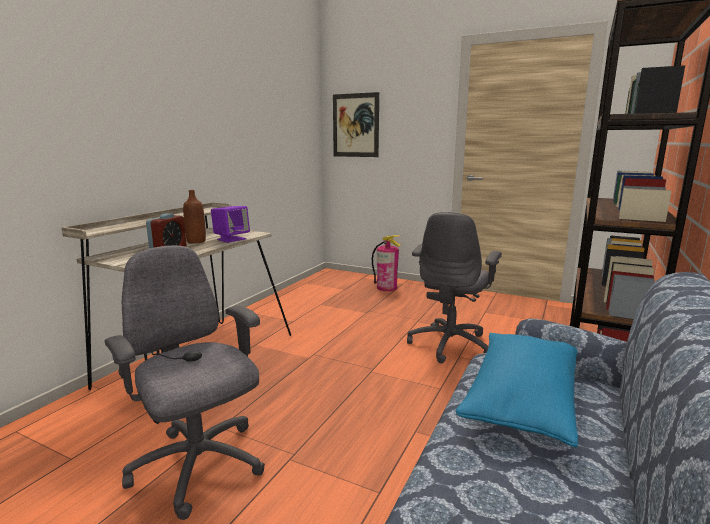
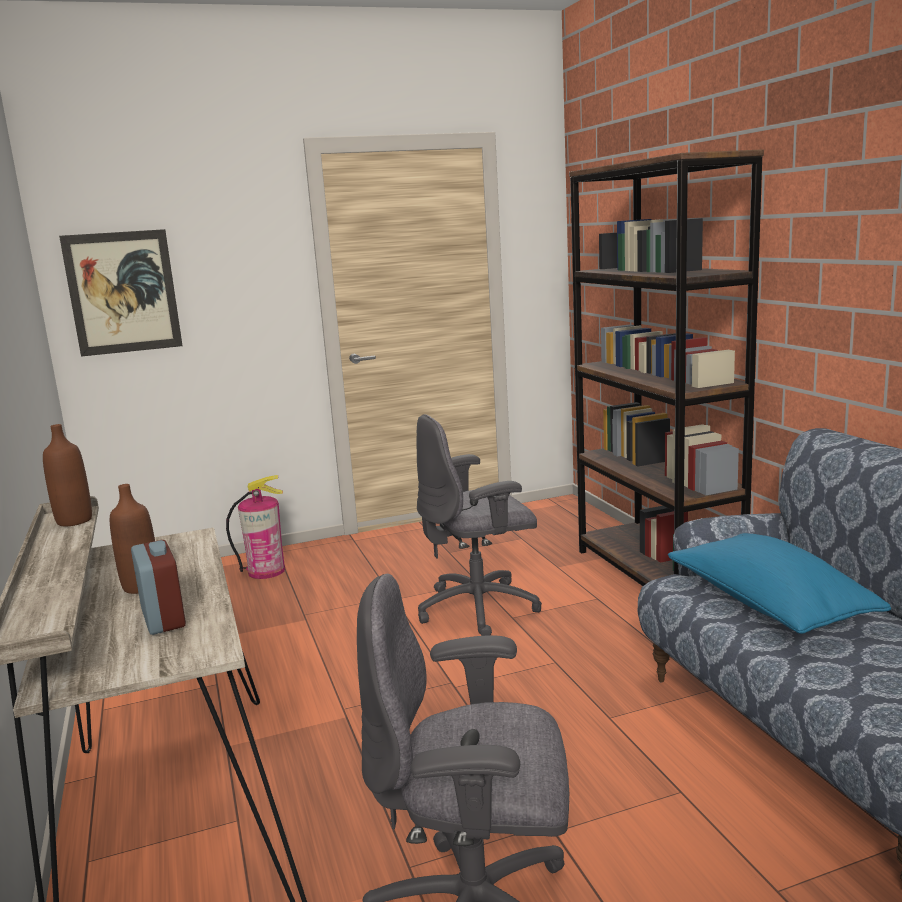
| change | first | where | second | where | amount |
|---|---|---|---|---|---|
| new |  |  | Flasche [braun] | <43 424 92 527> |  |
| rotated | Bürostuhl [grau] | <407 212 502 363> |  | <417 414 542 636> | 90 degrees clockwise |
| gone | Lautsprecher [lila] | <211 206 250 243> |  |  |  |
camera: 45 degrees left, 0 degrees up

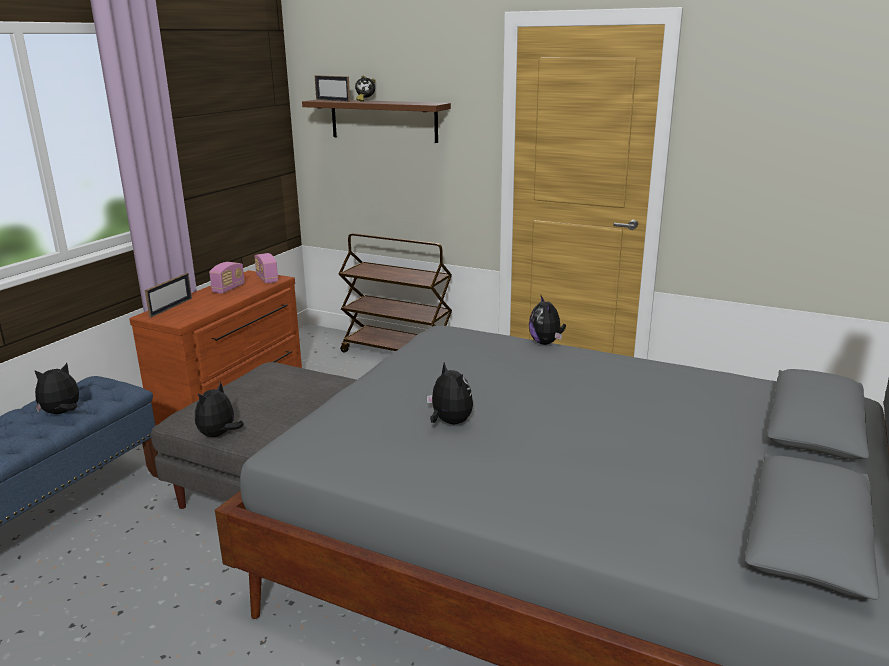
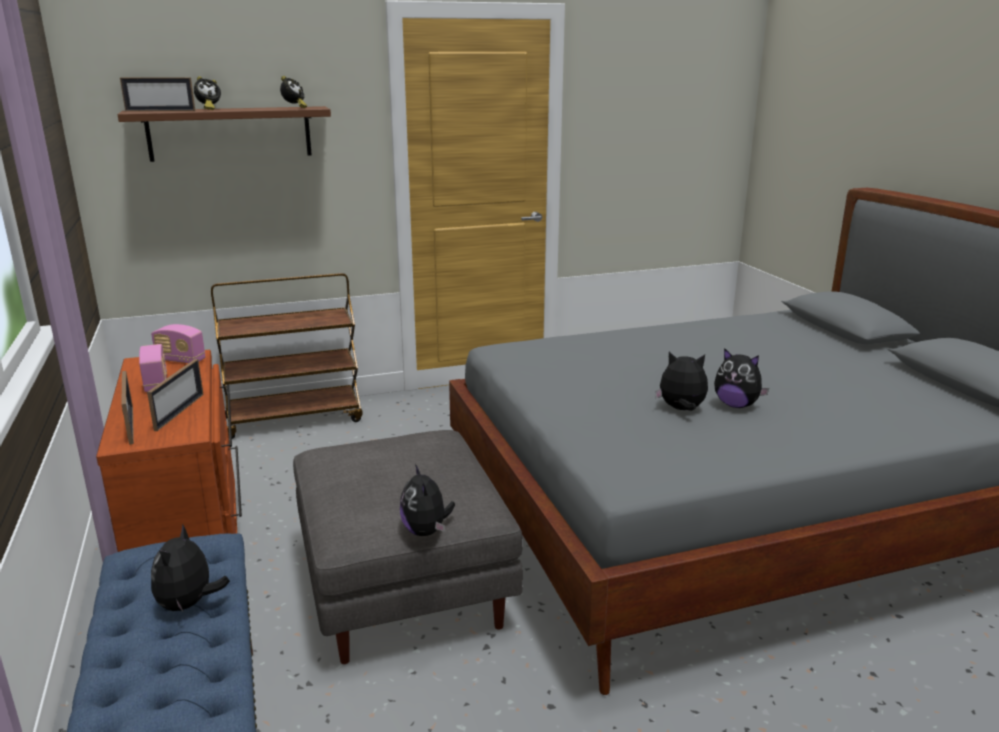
| change | first | where | second | where | amount |
|---|---|---|---|---|---|
| new |  |  | Bilderrahmen | <147 359 204 431> |  |
| new |  |  | Wecker | <280 76 307 108> |  |
| shifted | Plüschtier | <529 294 566 345> |  | <714 348 769 408> |  |
camera: 45 degrees left, 0 degrees up

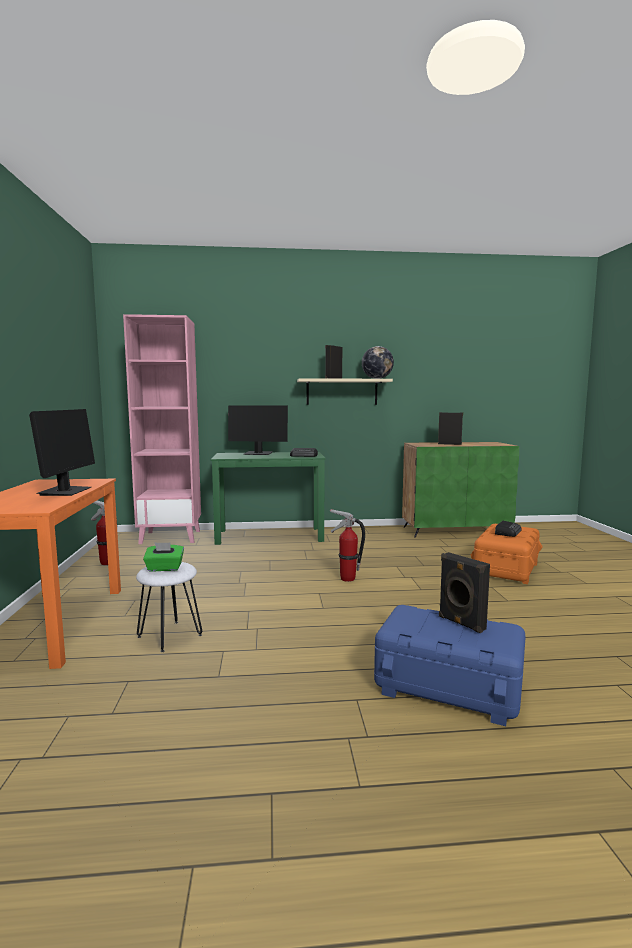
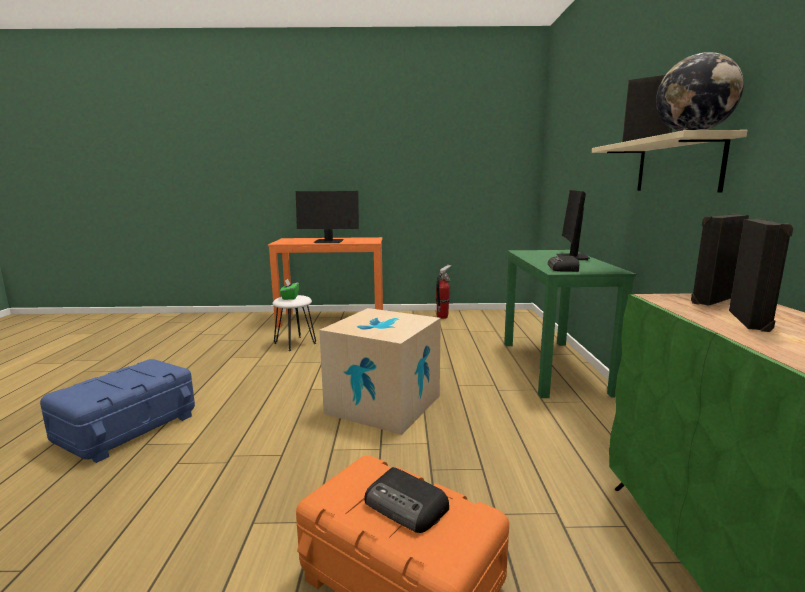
| change | first | where | second | where | amount |
|---|---|---|---|---|---|
| swapped | Feuerlöscher | <330 509 365 582> | Karton | <319 308 441 435> |  |
| shifted | Lautsprecher [schwarz] | <439 552 490 633> |  | <691 214 749 306> |  |
| gone | Bücherregal [rosa] | <123 314 201 544> |  |  |  |
camera: 95 degrees right, 5 degrees up

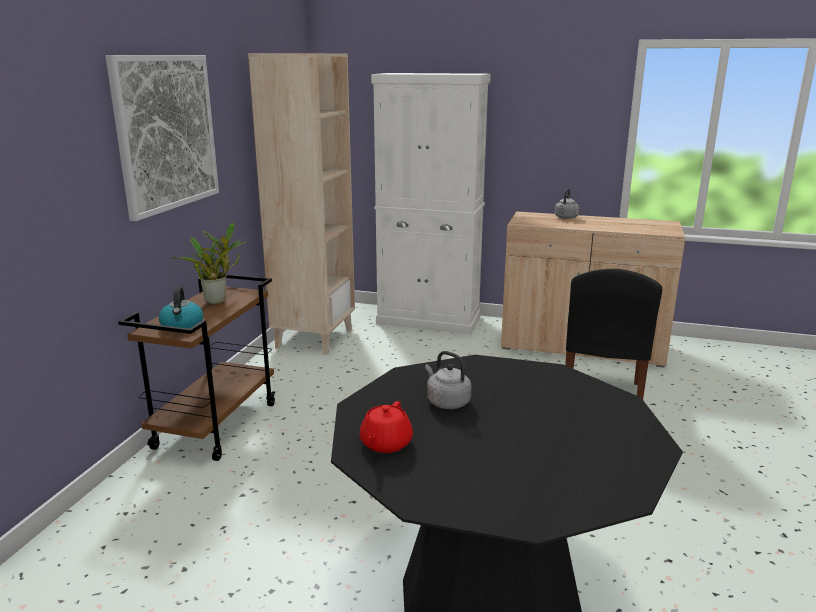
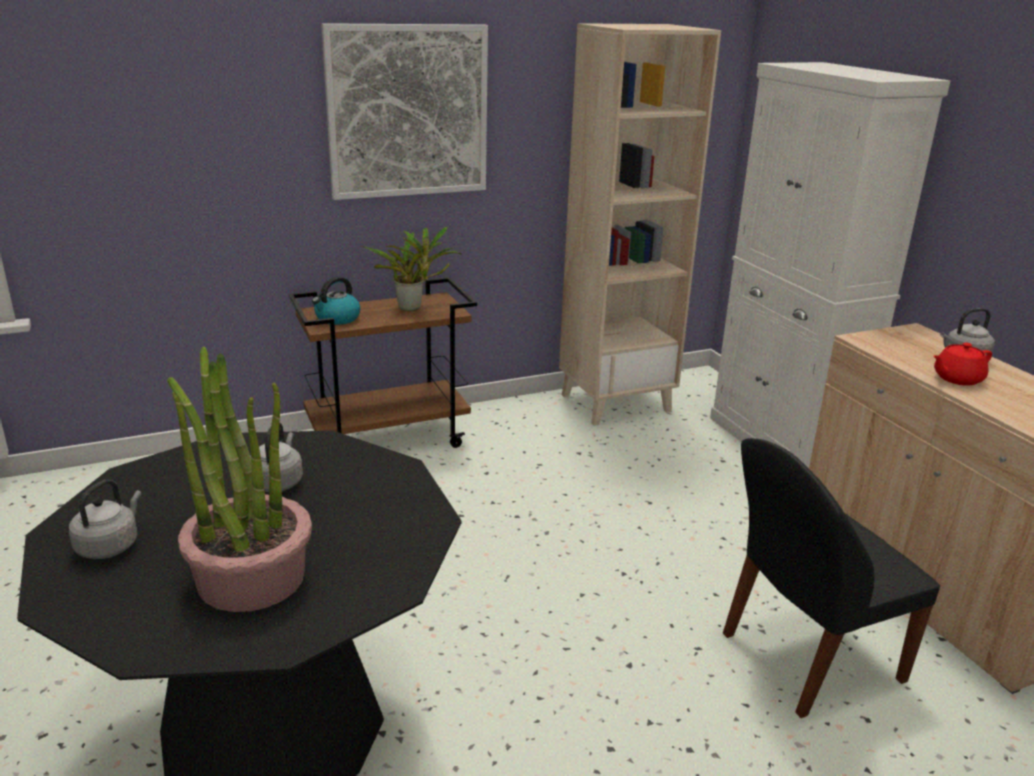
| change | first | where | second | where | amount |
|---|---|---|---|---|---|
| new |  |  | Wasserkessel [grau] | <69 479 141 559> |  |
| new |  |  | Topfpflanze | <167 346 312 612> |  |
| shifted | Teekanne [rot] | <360 401 413 453> |  | <933 343 992 386> |  |
camera: 50 degrees right, 5 degrees up

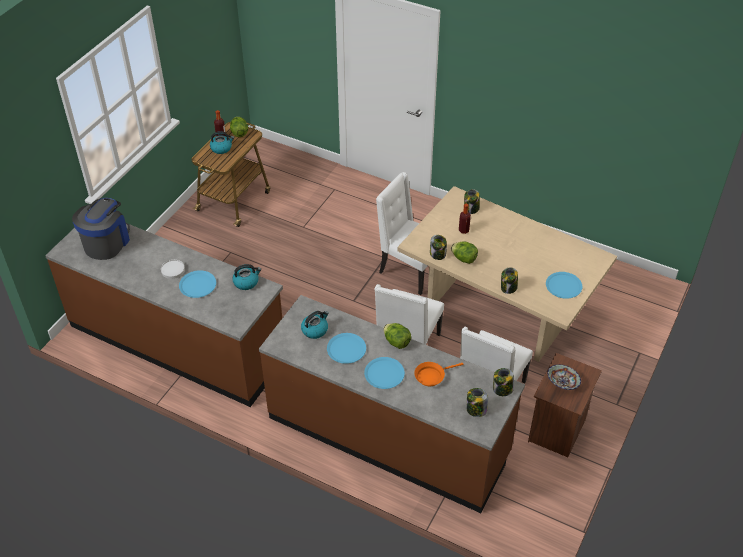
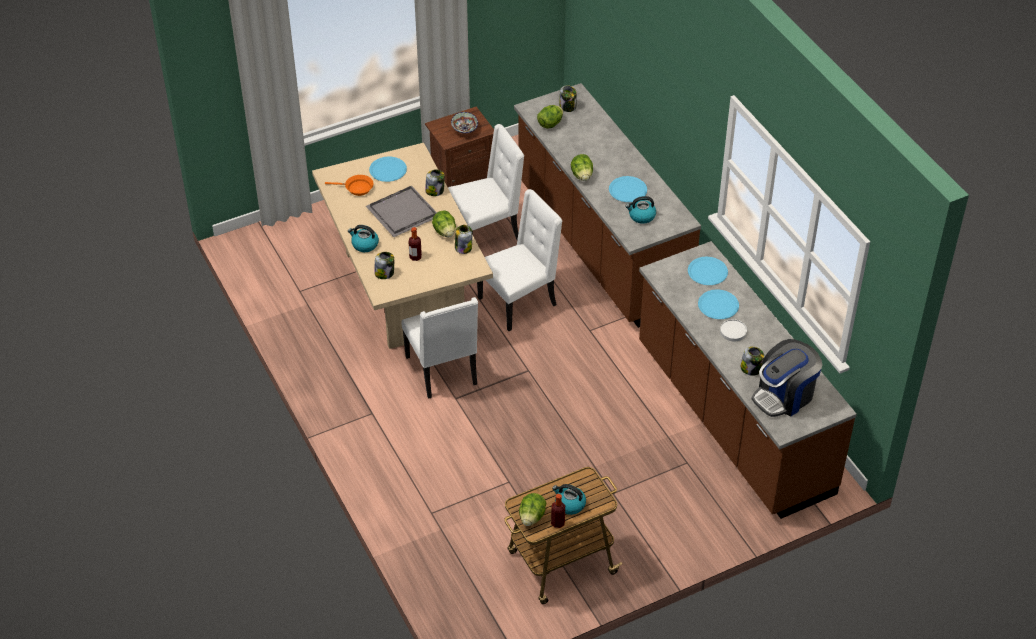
| change | first | where | second | where | amount |
|---|---|---|---|---|---|
| shifted | Pfanne [orange] | <414 362 463 386> |  | <325 175 373 196> |  |
| shifted | Wasserkessel | <232 264 261 290> |  | <348 225 379 252> |  |
| new |  |  | Tablett [grau] | <366 186 437 237> |  |
| new |  |  | Salatkopf | <537 105 563 129> |  |
| shifted | Teller [blau] | <364 357 405 389> |  | <688 257 728 285> |  |
| shifted | Vorratsglas | <493 368 514 396> |  | <740 347 764 376> |  |
camera: 145 degrees left, 0 degrees up

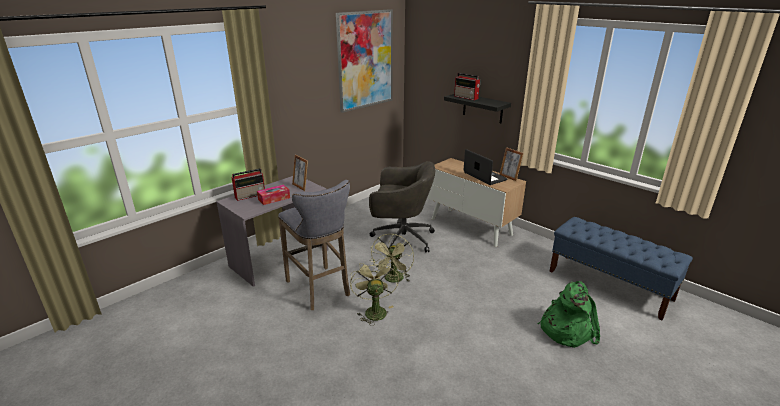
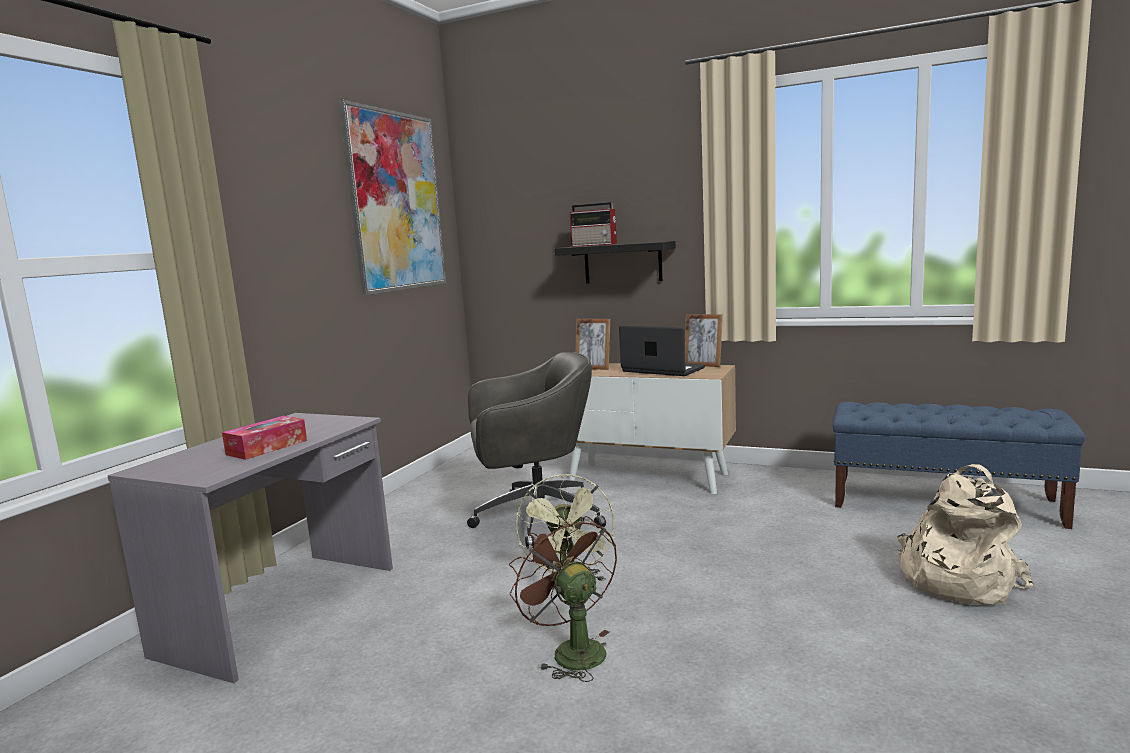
| change | first | where | second | where | amount |
|---|---|---|---|---|---|
| repainted | Ventilator [grün] | <350 259 399 326> | Ventilator [braun] | <509 515 617 682> |  |
| shifted | Bilderrahmen | <292 155 308 191> |  | <575 319 610 370> |  |
| repainted | Rucksack [grün] | <538 281 600 348> | Rucksack [beige] | <897 464 1033 605> |  |
| gone | Radio | <232 168 265 201> |  |  |  |
| gone | Hocker [grau] | <278 180 350 310> |  |  |  |
camera: 20 degrees left, 15 degrees down

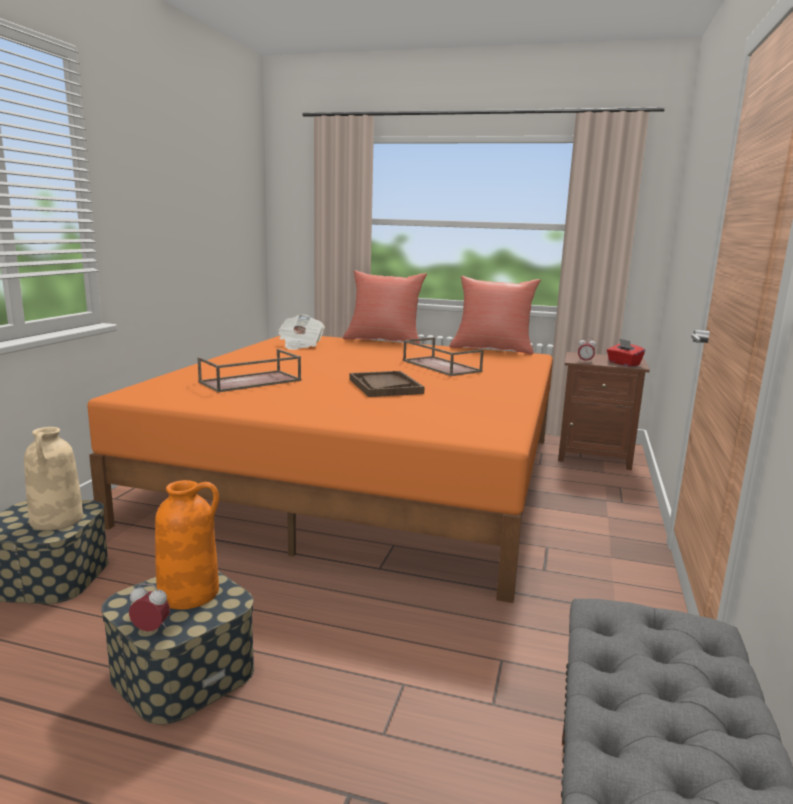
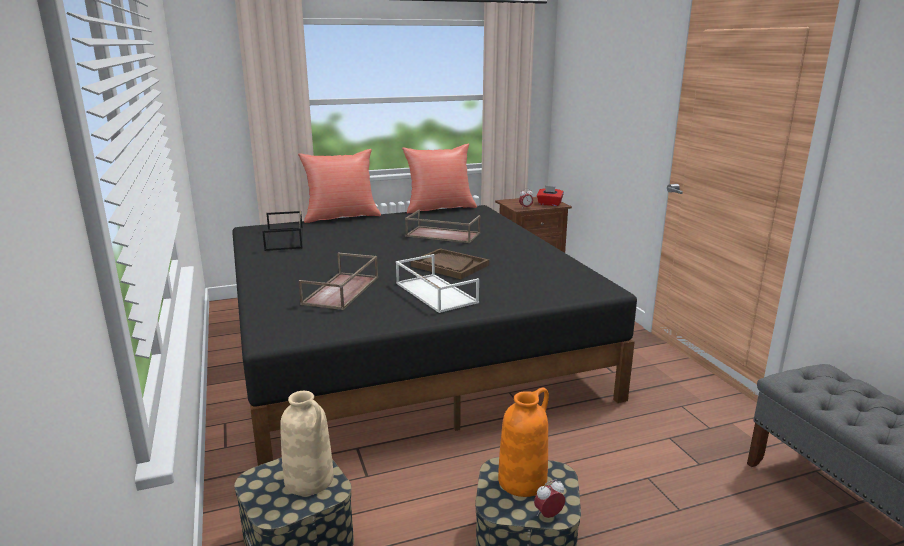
| change | first | where | second | where | amount |
|---|---|---|---|---|---|
| repainted | Bett [orange] | <87 336 553 603> | Bett [schwarz] | <232 205 637 466> |  |
| swapped | Zeitung | <278 315 325 350> | Tablett [schwarz] | <262 211 303 251> |  |
| new |  |  | Tablett [weiß] | <396 254 479 313> |  |
camera: 35 degrees left, 5 degrees up

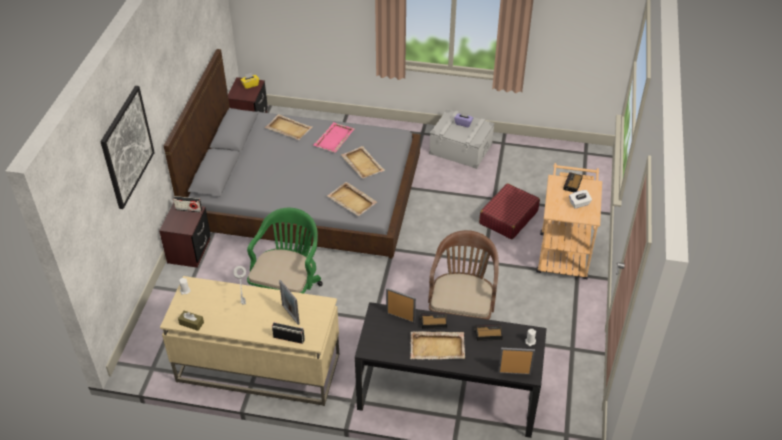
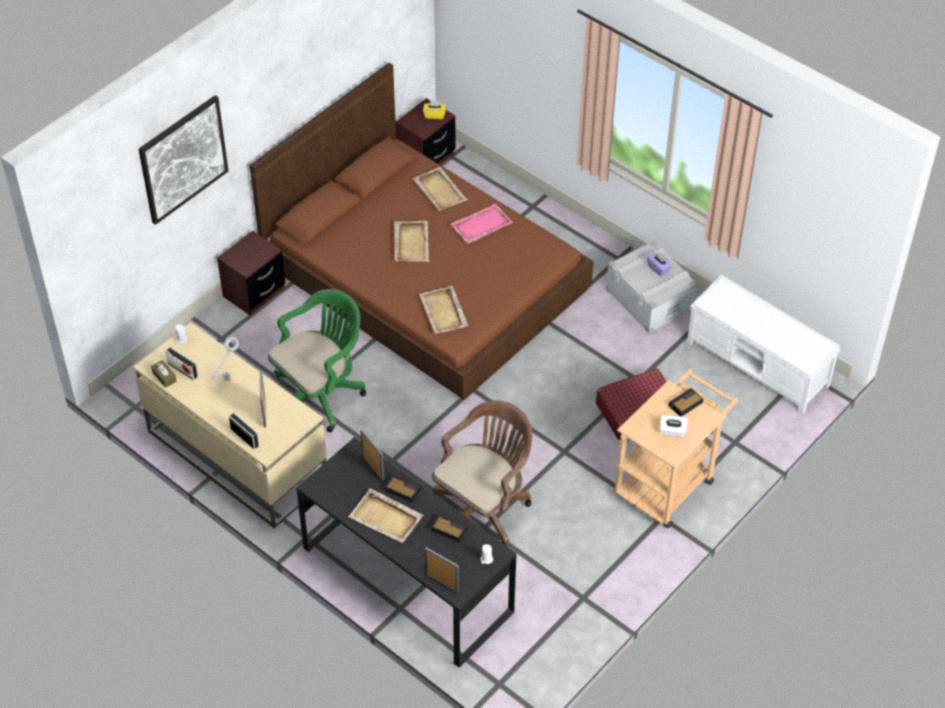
| change | first | where | second | where | amount |
|---|---|---|---|---|---|
| shifted | Radio | <173 196 202 213> |  | <166 347 198 380> |  |
| repainted | Bett [grau] | <164 49 420 258> | Bett [braun] | <249 63 594 400> |  |
| shifted | Tablett [beige] | <341 146 385 179> |  | <394 221 429 262> |  |
| new |  |  | Bank [weiß] | <687 275 841 415> |  |
camera: 30 degrees right, 5 degrees up

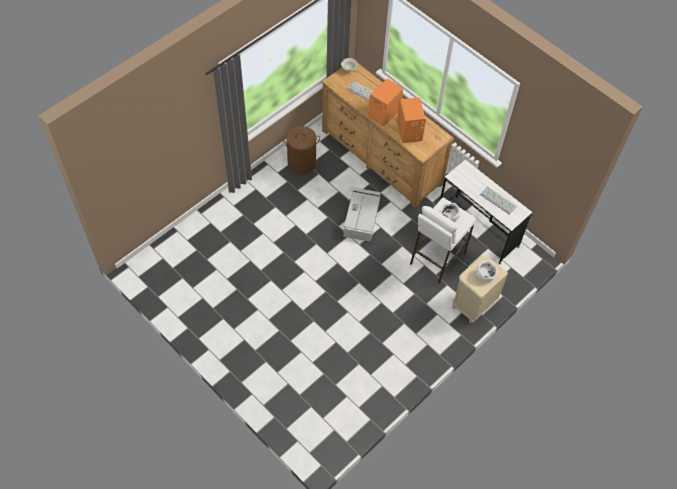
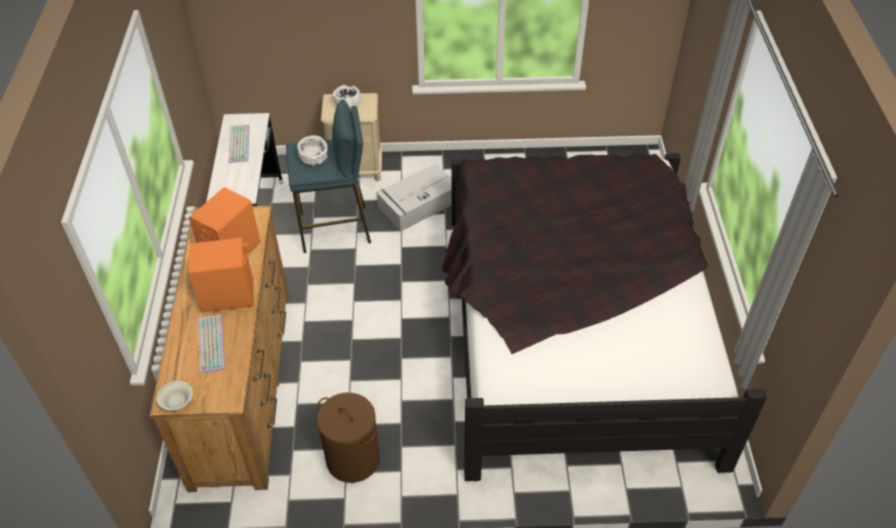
| change | first | where | second | where | amount |
|---|---|---|---|---|---|
| repainted | Hocker [weiß] | <410 198 476 284> | Hocker [blau] | <286 99 371 253> |  |
| shifted | Aufbewahrungsbox [grau] | <343 187 381 242> |  | <376 164 452 231> |  |
| new |  |  | Bett [schwarz] | <442 153 767 481> |  |
camera: 135 degrees left, 10 degrees down

